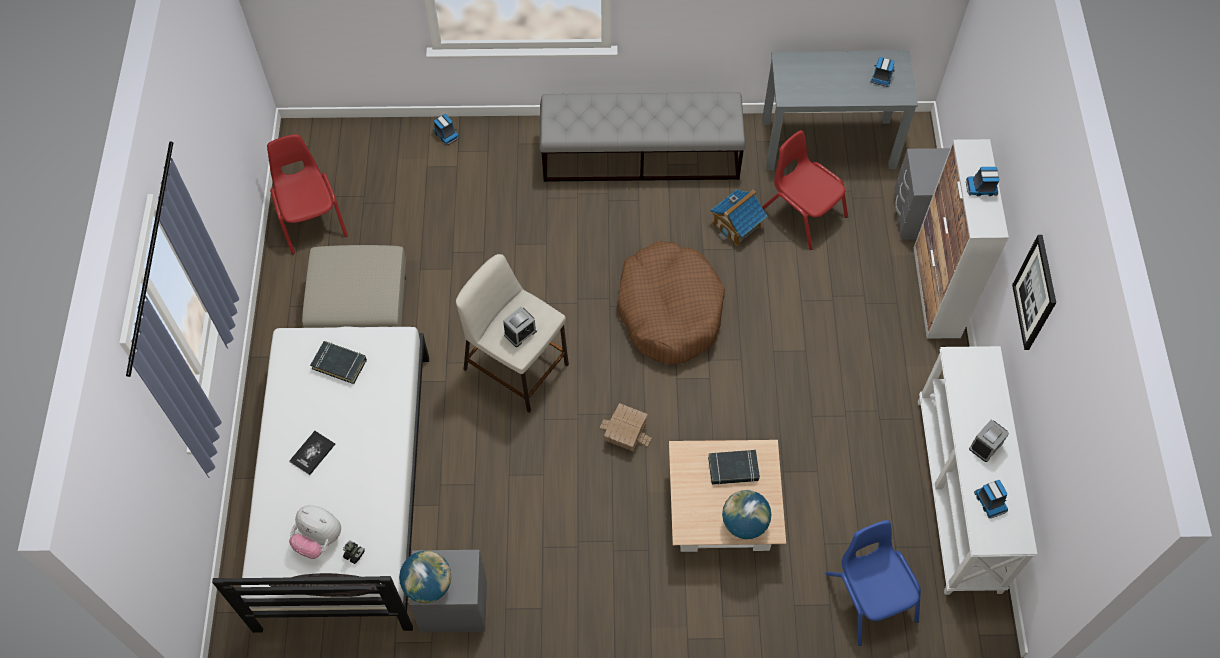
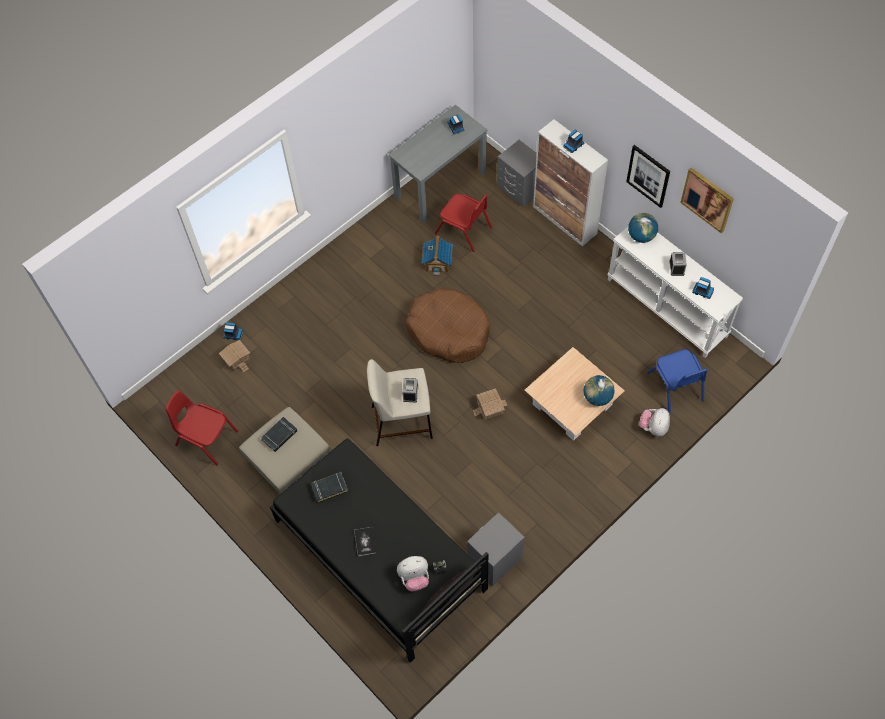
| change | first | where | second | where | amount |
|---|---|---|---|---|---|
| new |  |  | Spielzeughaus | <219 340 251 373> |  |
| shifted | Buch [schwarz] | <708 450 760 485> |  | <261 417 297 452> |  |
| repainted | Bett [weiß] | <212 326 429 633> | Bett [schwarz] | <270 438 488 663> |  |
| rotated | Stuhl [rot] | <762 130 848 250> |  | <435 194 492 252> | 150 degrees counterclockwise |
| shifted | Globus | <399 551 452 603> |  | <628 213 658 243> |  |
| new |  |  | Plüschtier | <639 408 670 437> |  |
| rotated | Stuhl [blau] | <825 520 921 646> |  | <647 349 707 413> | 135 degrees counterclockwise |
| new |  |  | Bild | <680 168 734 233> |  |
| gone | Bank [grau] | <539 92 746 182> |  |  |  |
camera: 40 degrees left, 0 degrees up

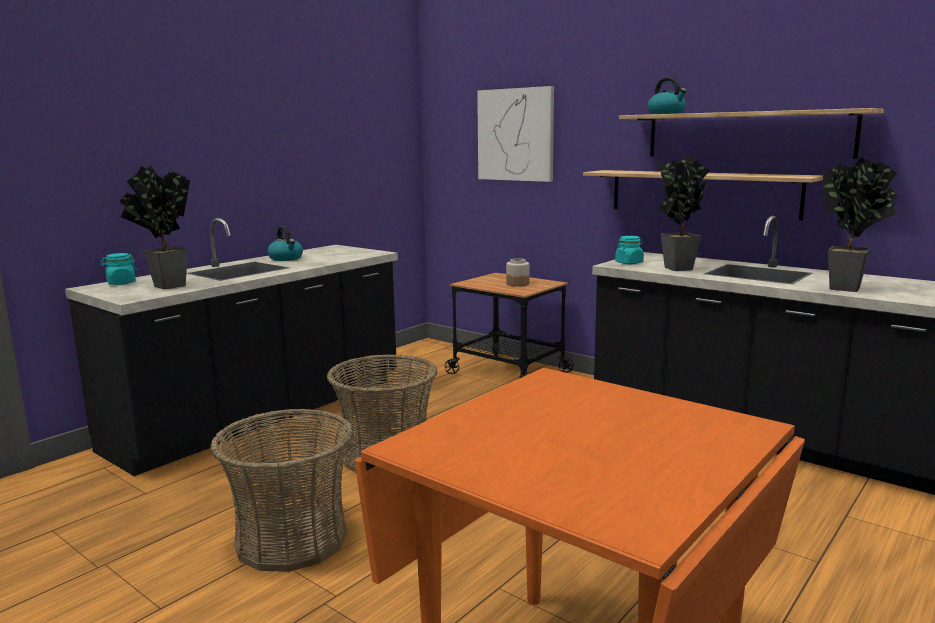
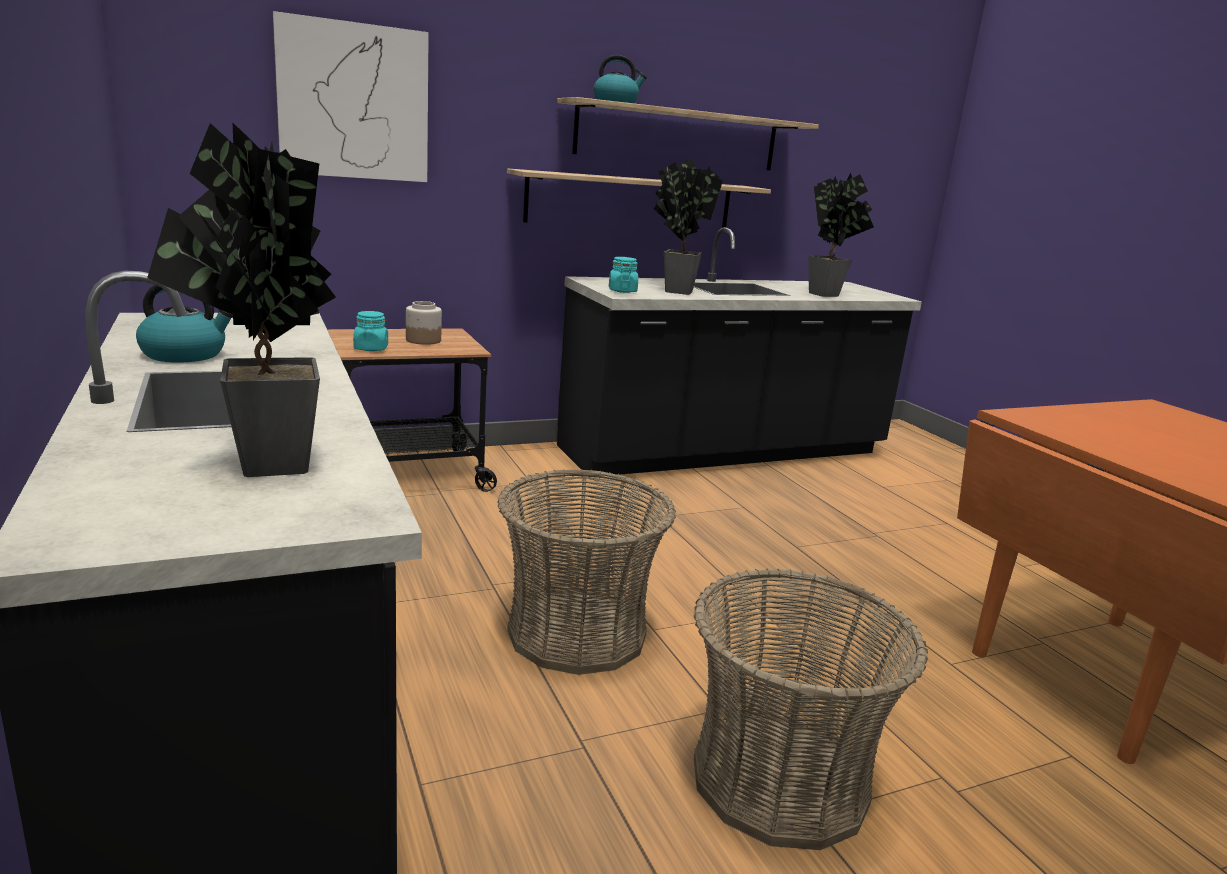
| change | first | where | second | where | amount |
|---|---|---|---|---|---|
| shifted | Vorratsglas [türkis] | <100 253 138 285> |  | <353 311 388 351> |  |
camera: 65 degrees left, 5 degrees up

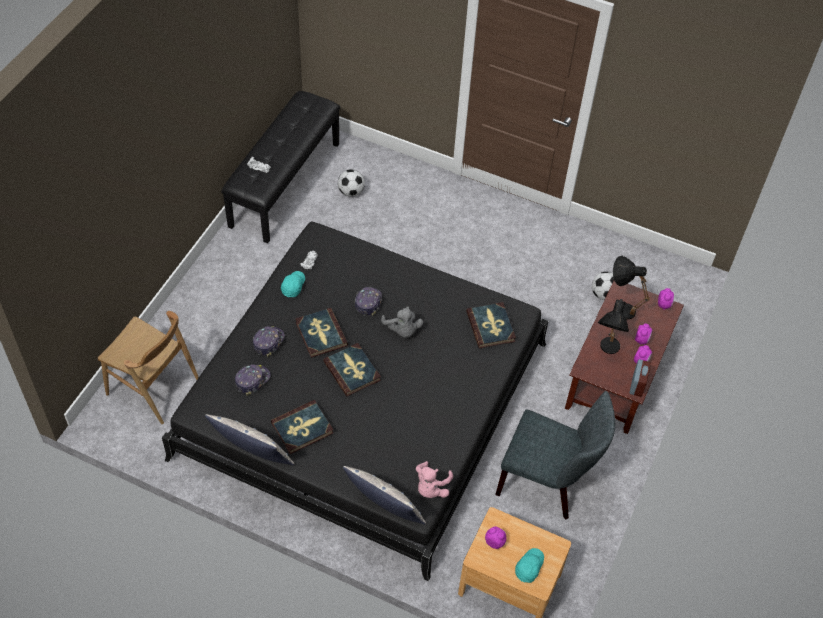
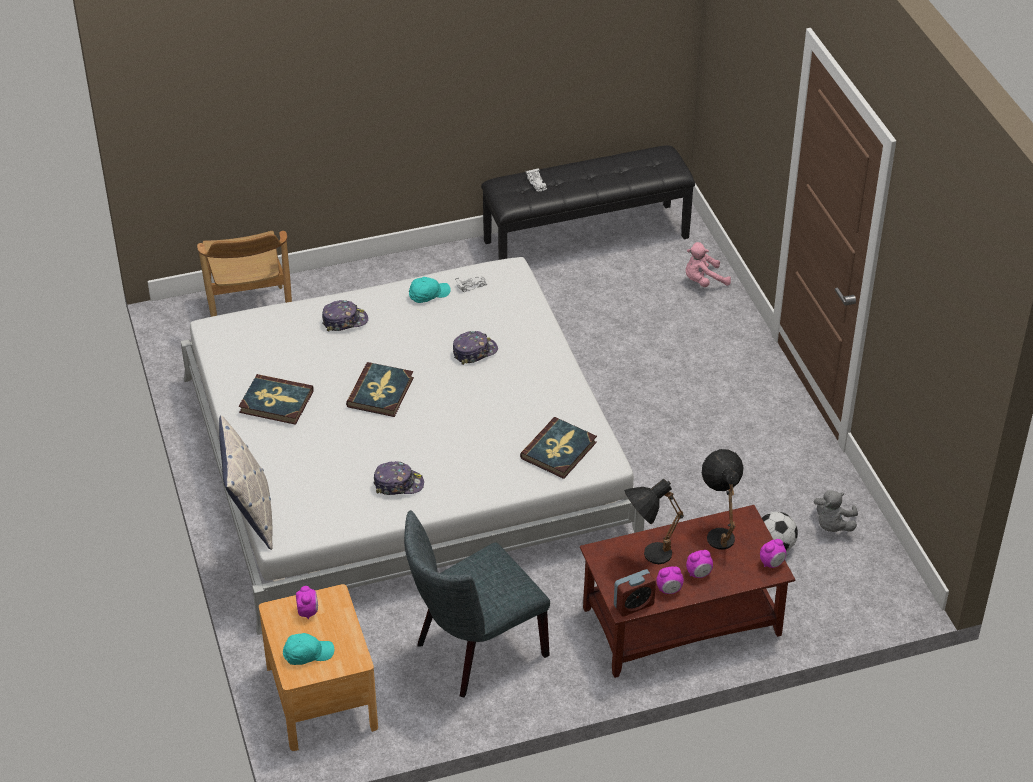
| change | first | where | second | where | amount |
|---|---|---|---|---|---|
| repainted | Bett [schwarz] | <162 221 548 581> | Bett [weiß] | <181 257 644 635> |  |
| shifted | Kappe | <235 364 271 396> |  | <373 461 424 495> |  |
| rotated | Stuhl [grau] | <495 391 615 520> |  | <404 510 550 697> | 75 degrees clockwise |
| shifted | Plüschtier [rosa] | <416 461 453 498> |  | <685 242 731 287> |  |
| shifted | Plüschtier [grau] | <381 307 423 338> |  | <813 490 858 532> |  |
| gone | Kissen | <205 414 295 465> |  |  |  |
| gone | Buch | <295 308 348 358> |  |  |  |
| gone | Fußball | <338 169 365 197> |  |  |  |
camera: 50 degrees right, 10 degrees down

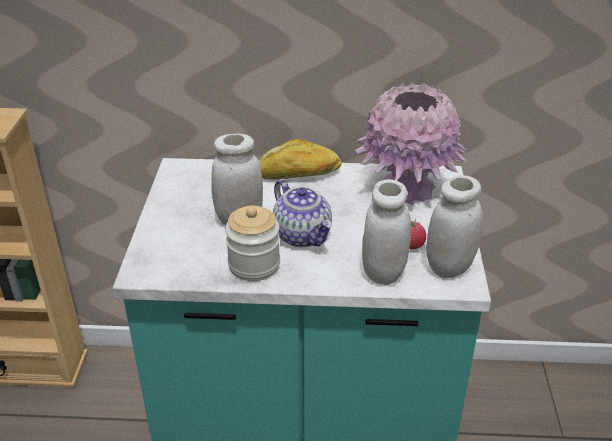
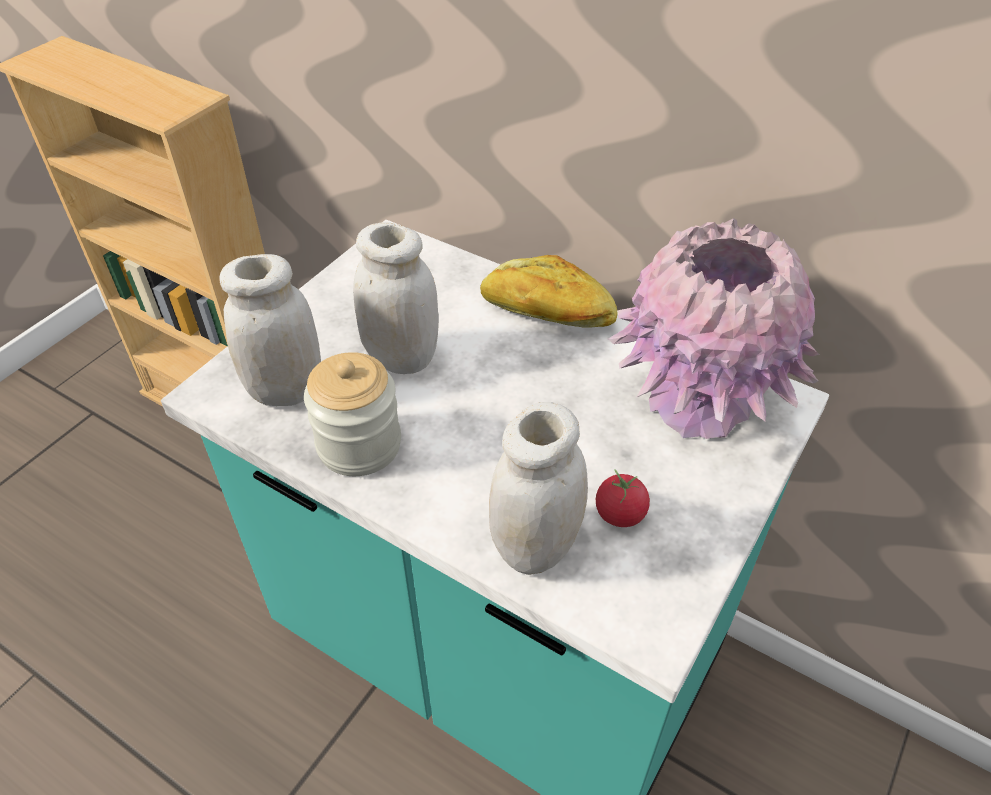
| change | first | where | second | where | amount |
|---|---|---|---|---|---|
| shifted | Vorratsglas [weiß] | <426 175 483 278> |  | <219 254 321 406> |  |
| gone | Teekanne | <273 179 332 247> |  |  |  |
camera: 30 degrees right, 10 degrees up

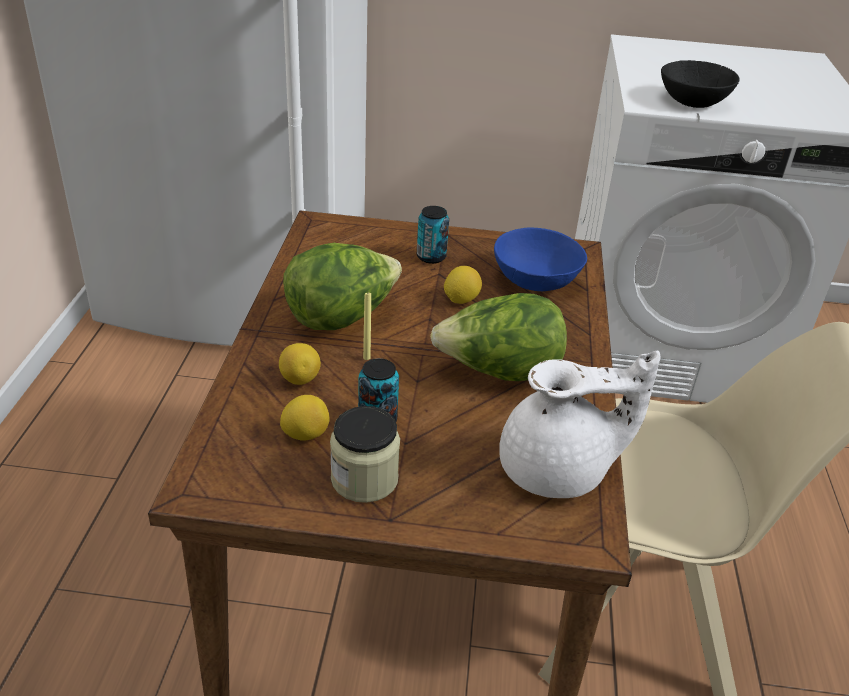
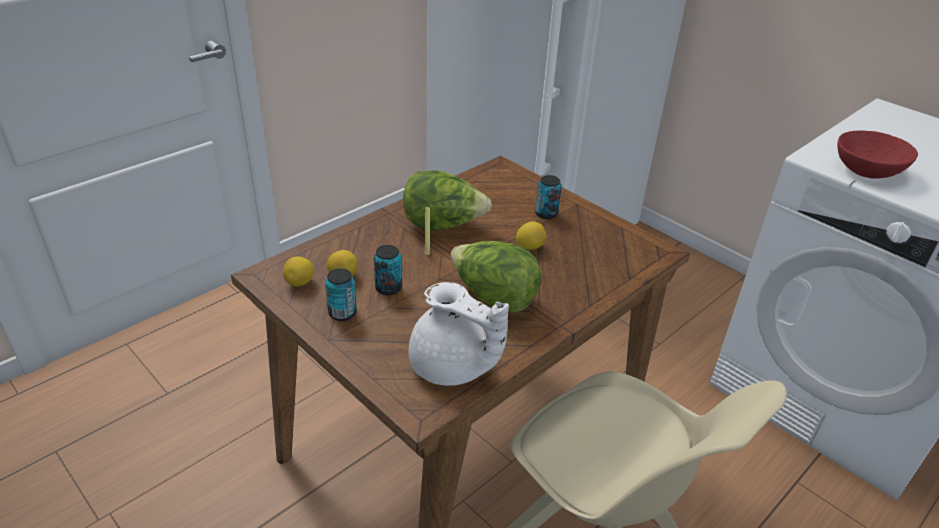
| change | first | where | second | where | amount |
|---|---|---|---|---|---|
| shifted | Zitrone | <279 343 321 385> |  | <283 257 314 286> |  |
| swapped | Vorratsglas | <330 406 400 503> | Dose | <325 268 357 321> |  |
| repainted | Schüssel [schwarz] | <661 60 740 108> | Schüssel [rot] | <837 130 918 179> |  |
| gone | Schüssel [blau] | <494 227 587 291> |  |  |  |
camera: 40 degrees right, 0 degrees up

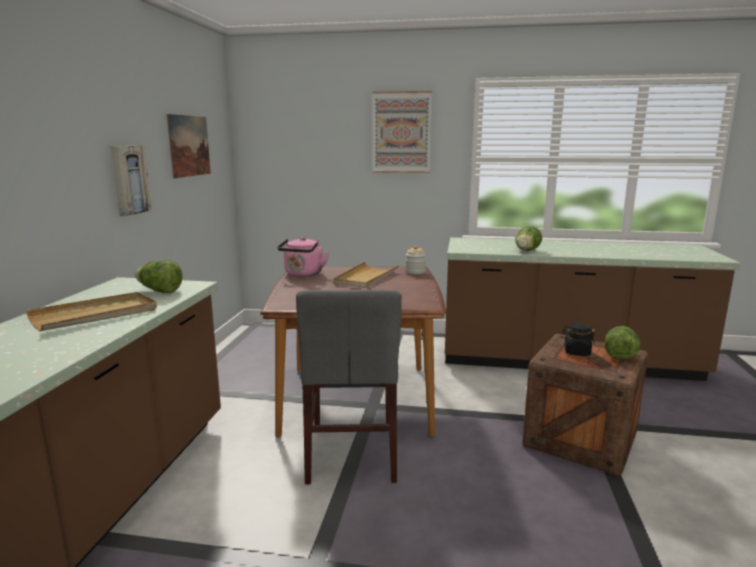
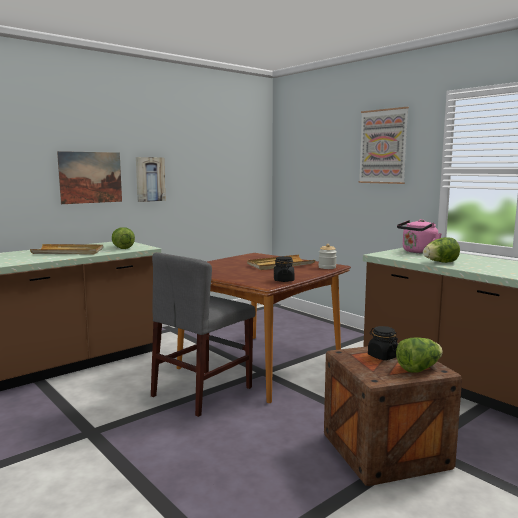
| change | first | where | second | where | amount |
|---|---|---|---|---|---|
| shifted | Bild | <167 114 211 178> |  | <57 151 122 204> |  |
| new |  |  | Vorratsglas [schwarz] | <274 256 294 282> |  |
| shifted | Wasserkessel [rosa] | <277 237 329 277> |  | <397 219 442 253> |  |
camera: 40 degrees right, 5 degrees down

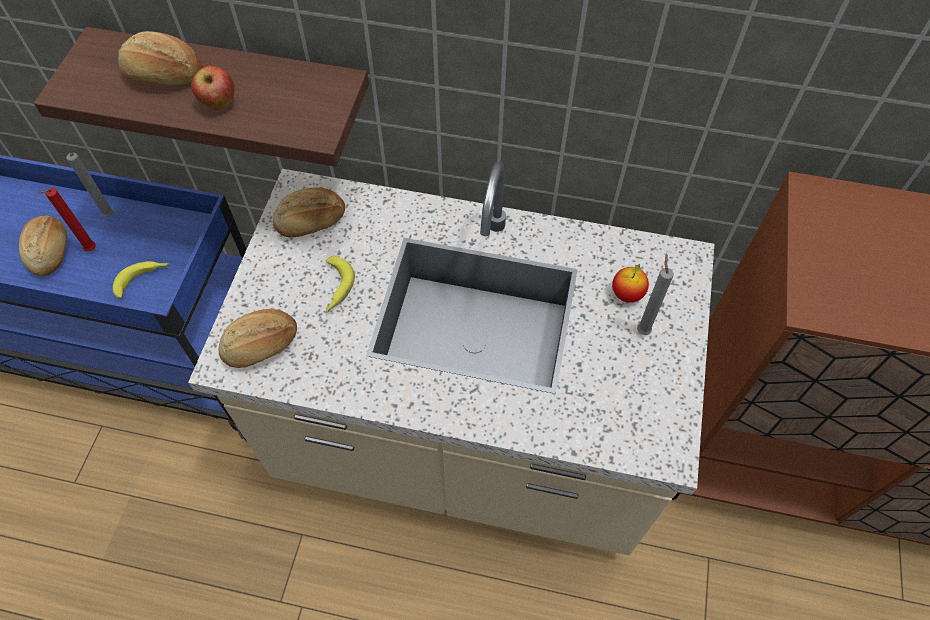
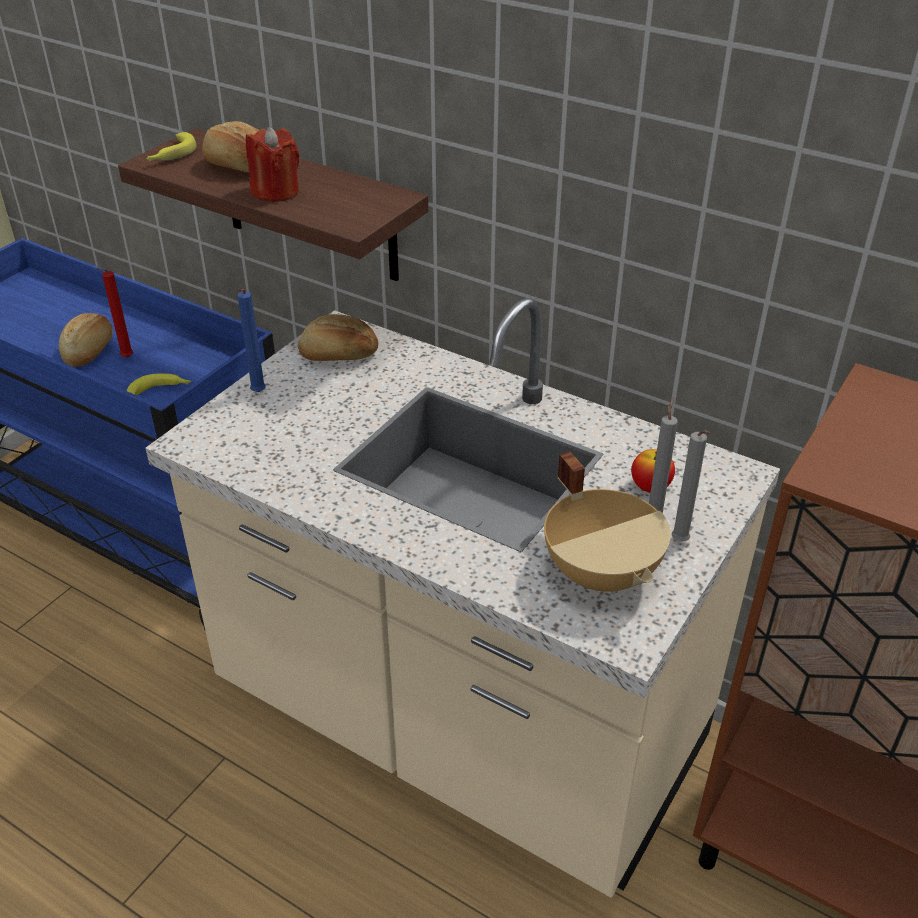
| change | first | where | second | where | amount |
|---|---|---|---|---|---|
| shifted | Banane | <325 256 355 312> |  | <147 132 197 161> |  |
| new |  |  | Kerze [blau] | <237 289 266 392> |  |
| swapped | Apfel | <191 66 234 110> | Kerze [rot] | <246 127 299 202> |  |
| new |  |  | Kochtopf [beige] | <544 451 671 593> |  |
| shifted | Kerze [grau] | <66 153 114 217> |  | <671 430 711 541> |  |
| gone | Brot | <219 309 297 368> |  |  |  |
camera: 20 degrees right, 20 degrees down

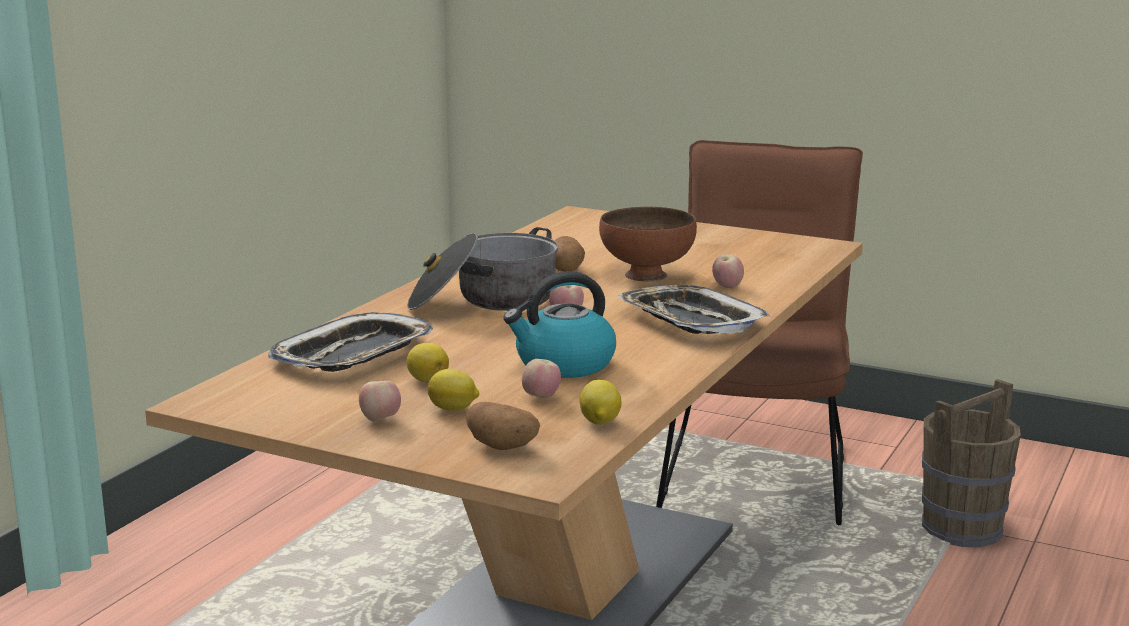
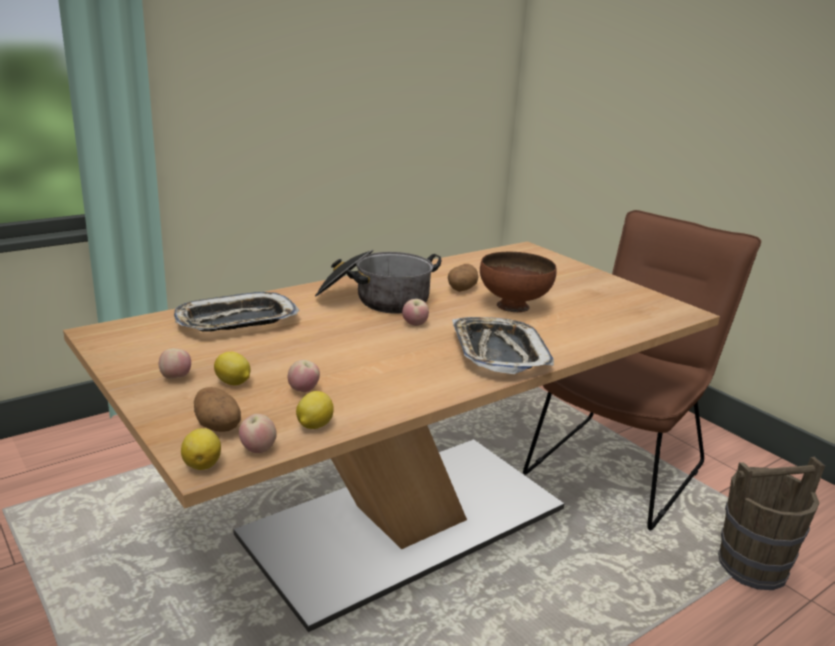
| change | first | where | second | where | amount |
|---|---|---|---|---|---|
| shifted | Zitrone | <407 343 449 383> |  | <181 428 221 470> |  |
| shifted | Apfel | <712 254 744 288> |  | <239 414 277 453> |  |
| gone | Wasserkessel | <503 271 616 378> |  |  |  |
camera: 25 degrees right, 5 degrees up

